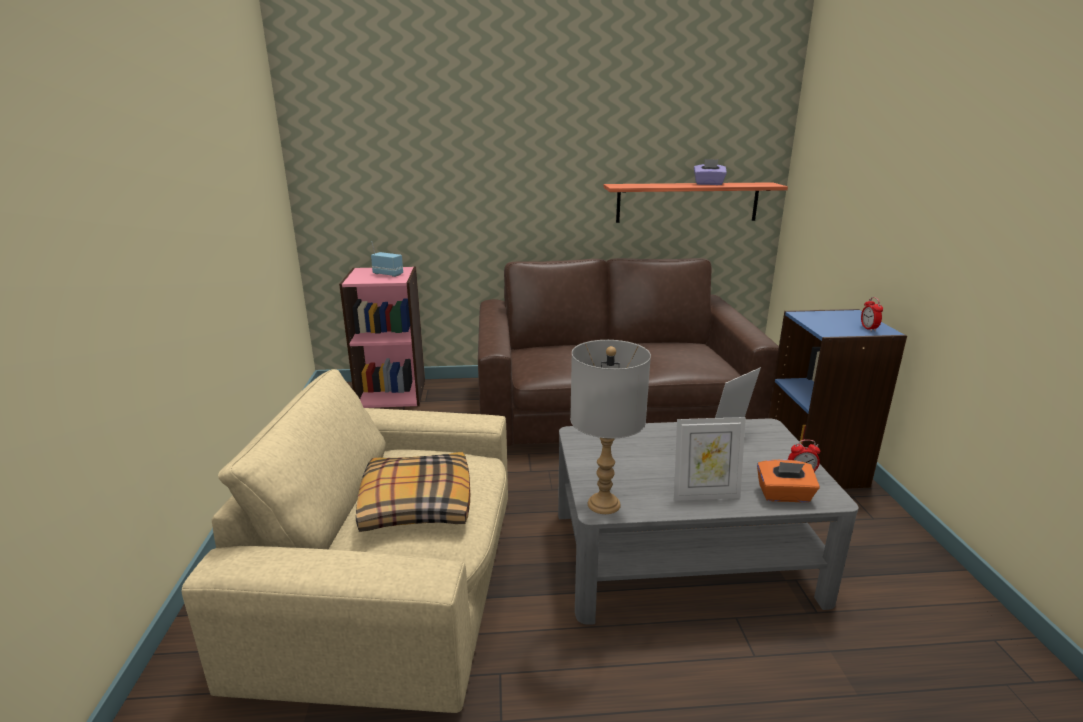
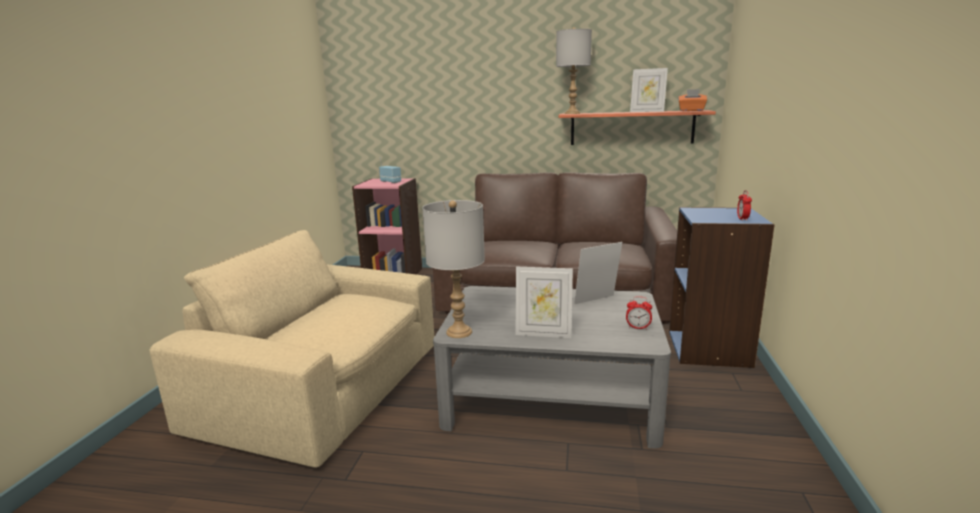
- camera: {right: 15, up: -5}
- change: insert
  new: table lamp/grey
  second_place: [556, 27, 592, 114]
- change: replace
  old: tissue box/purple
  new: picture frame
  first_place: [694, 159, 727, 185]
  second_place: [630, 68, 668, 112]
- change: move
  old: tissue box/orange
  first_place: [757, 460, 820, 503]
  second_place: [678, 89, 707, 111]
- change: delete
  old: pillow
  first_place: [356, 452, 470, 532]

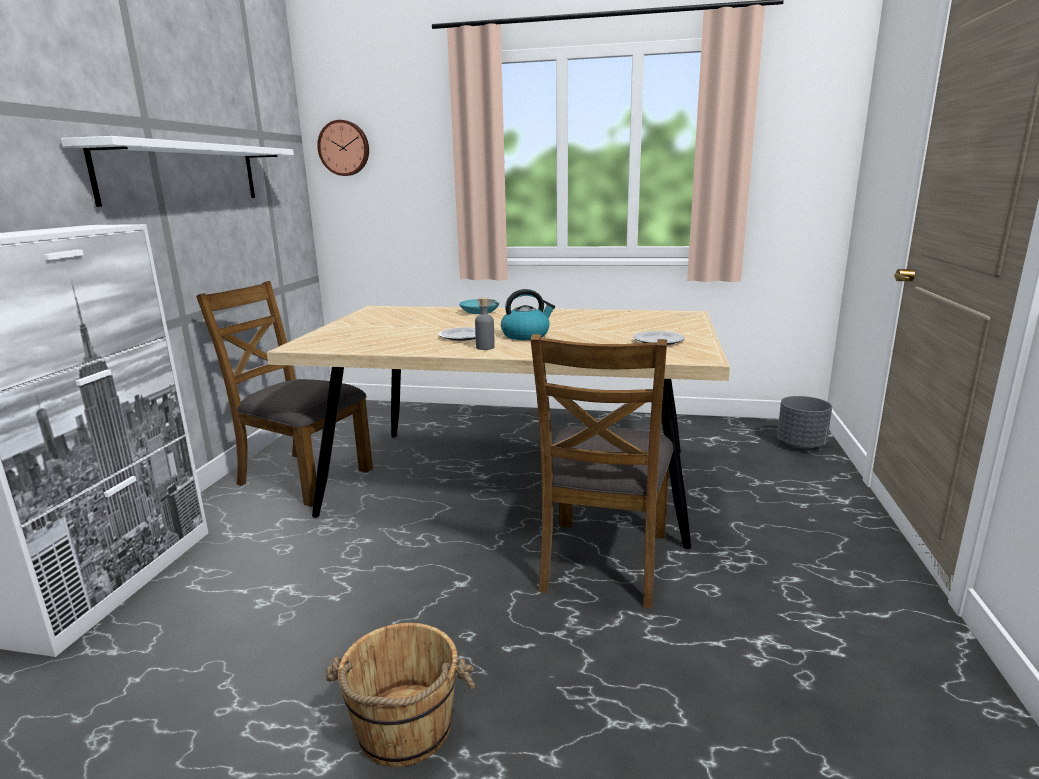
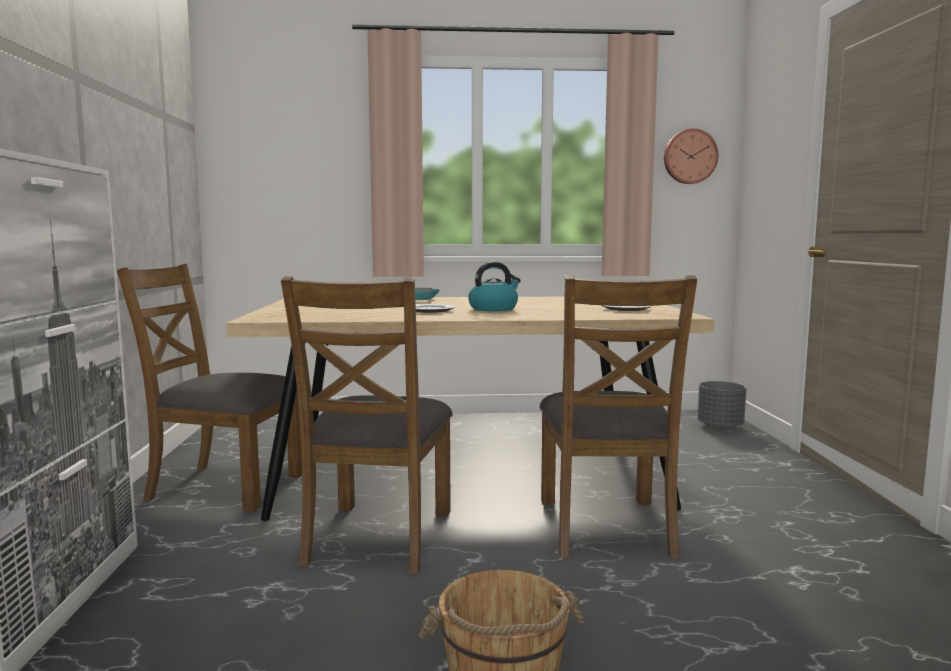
- camera: {right: -15, up: -10}
- change: insert
  new: chair/brown
  second_place: [281, 277, 453, 574]
- change: move
  old: wall clock
  first_place: [317, 120, 369, 176]
  second_place: [664, 129, 718, 184]
- change: delete
  old: shelf/white
  first_place: [61, 136, 294, 207]
- change: delete
  old: bottle/grey
  first_place: [475, 298, 495, 350]

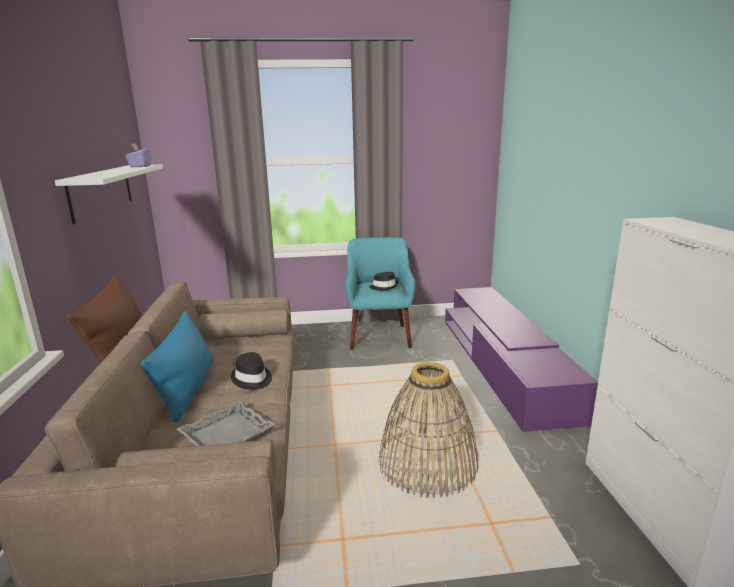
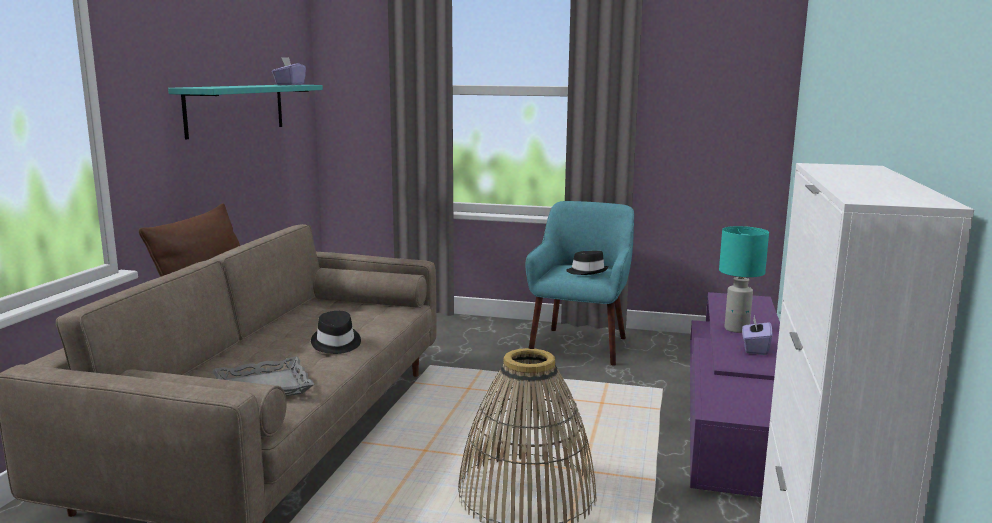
- camera: {right: 20, up: -5}
- change: recolor
  old: shelf/white
  new: shelf/turquoise
  first_place: [55, 164, 163, 224]
  second_place: [168, 85, 323, 139]
- change: insert
  new: table lamp/turquoise
  second_place: [719, 226, 769, 333]
- change: insert
  new: tissue box/purple
  second_place: [742, 315, 773, 355]
- change: delete
  old: pillow/blue
  first_place: [140, 311, 214, 423]

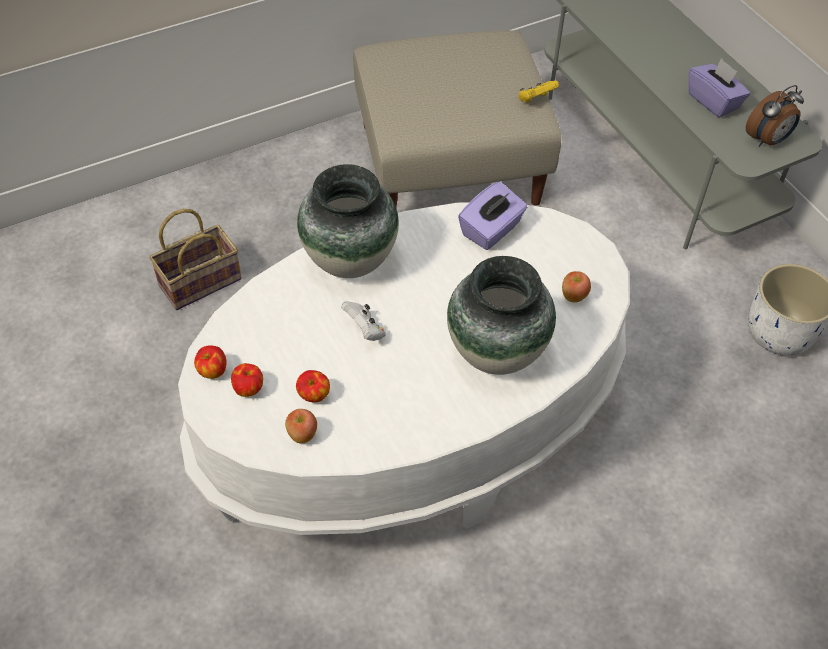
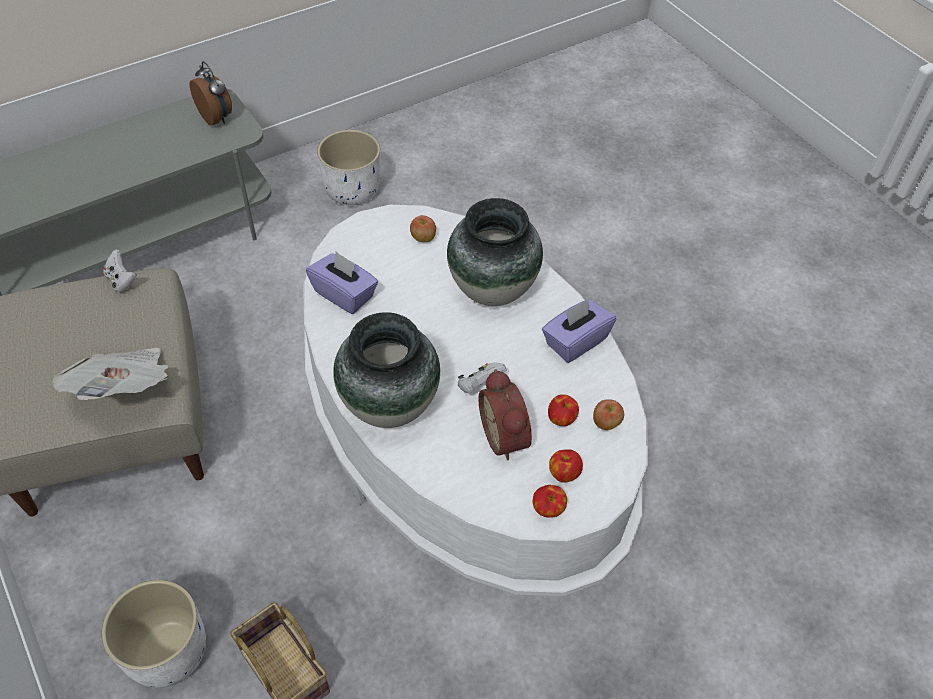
- camera: {right: -95, up: 0}
- change: insert
  new: newspaper
  second_place: [52, 347, 169, 400]
- change: insert
  new: planter/white
  second_place: [102, 580, 206, 688]
- change: recolor
  old: game controller/yellow
  new: game controller/white
  first_place: [518, 81, 559, 103]
  second_place: [103, 249, 137, 293]
- change: insert
  new: alarm clock
  second_place: [478, 369, 532, 460]
- change: move
  old: tissue box/purple
  first_place: [688, 58, 750, 118]
  second_place: [542, 299, 616, 363]

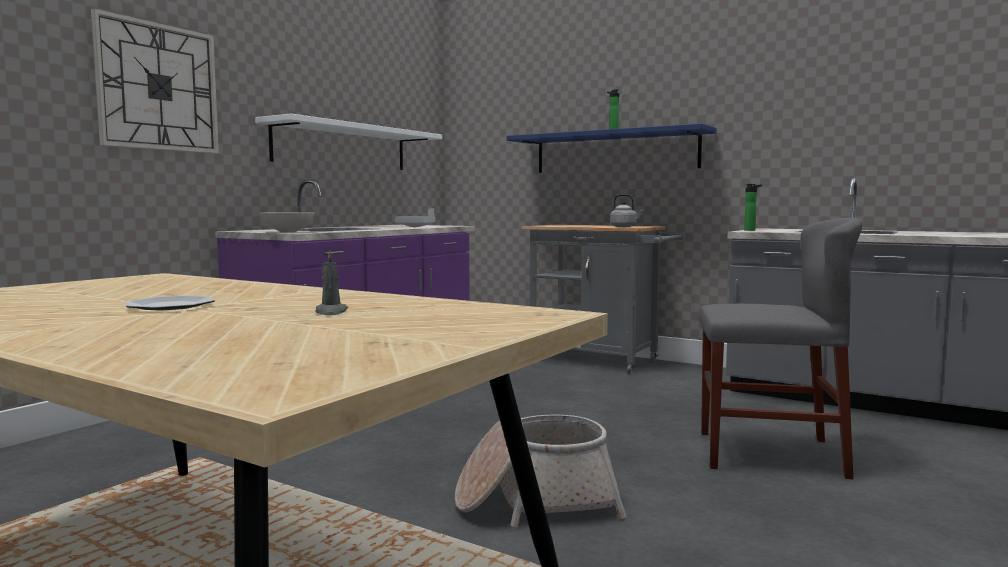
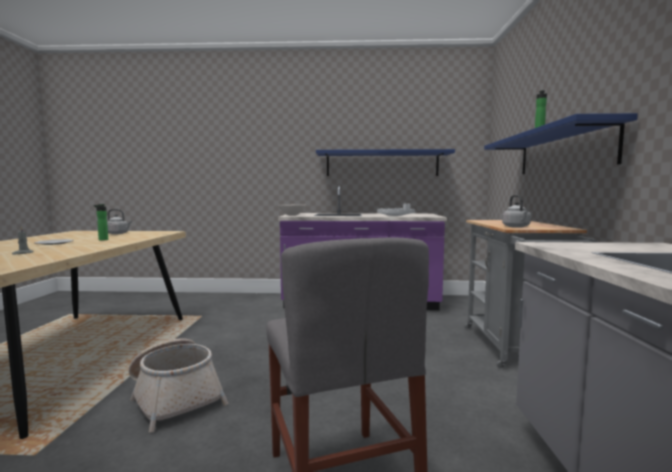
- camera: {right: 60, up: 0}
- change: move
  old: bottle
  first_place: [744, 184, 762, 231]
  second_place: [93, 204, 108, 241]
- change: insert
  new: kettle/grey
  second_place: [107, 209, 132, 234]
- change: recolor
  old: shelf/white
  new: shelf/blue
  first_place: [255, 114, 442, 170]
  second_place: [316, 149, 455, 176]
- change: delete
  old: wall clock
  first_place: [91, 8, 219, 153]

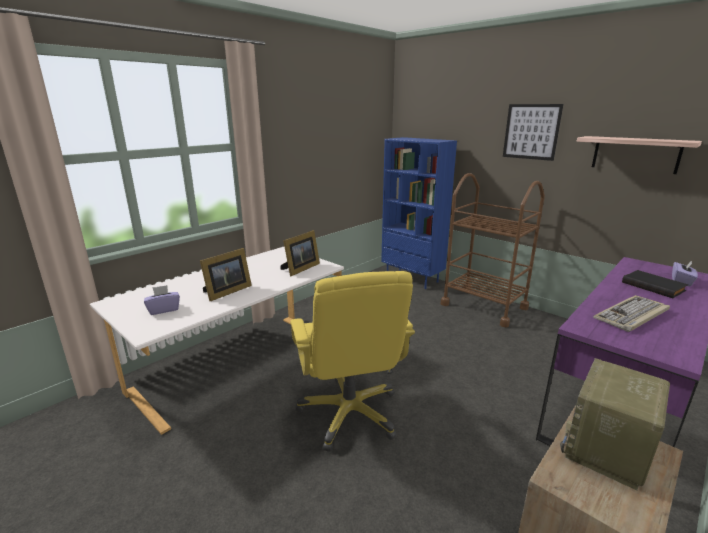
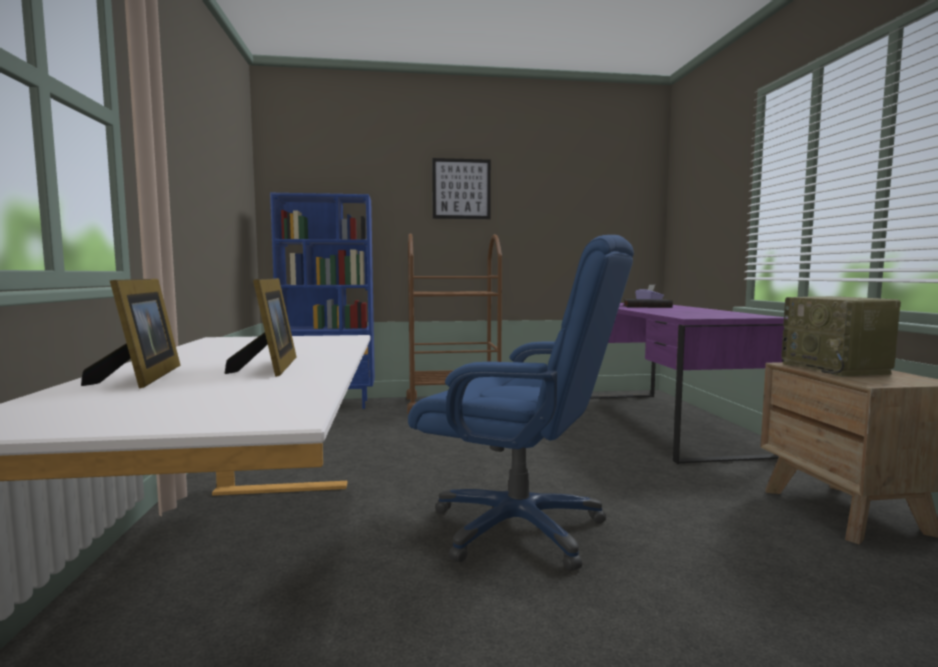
- camera: {right: -50, up: -15}
- change: move
  old: picture frame
  first_place: [281, 230, 320, 276]
  second_place: [81, 279, 180, 389]
- change: recolor
  old: office chair/yellow
  new: office chair/blue
  first_place: [290, 271, 415, 452]
  second_place: [408, 235, 634, 571]
- change: delete
  old: tissue box/purple
  first_place: [144, 285, 180, 315]
- change: delete
  old: shelf
  first_place: [577, 136, 702, 174]
- change: delete
  old: keyboard
  first_place: [593, 295, 670, 332]

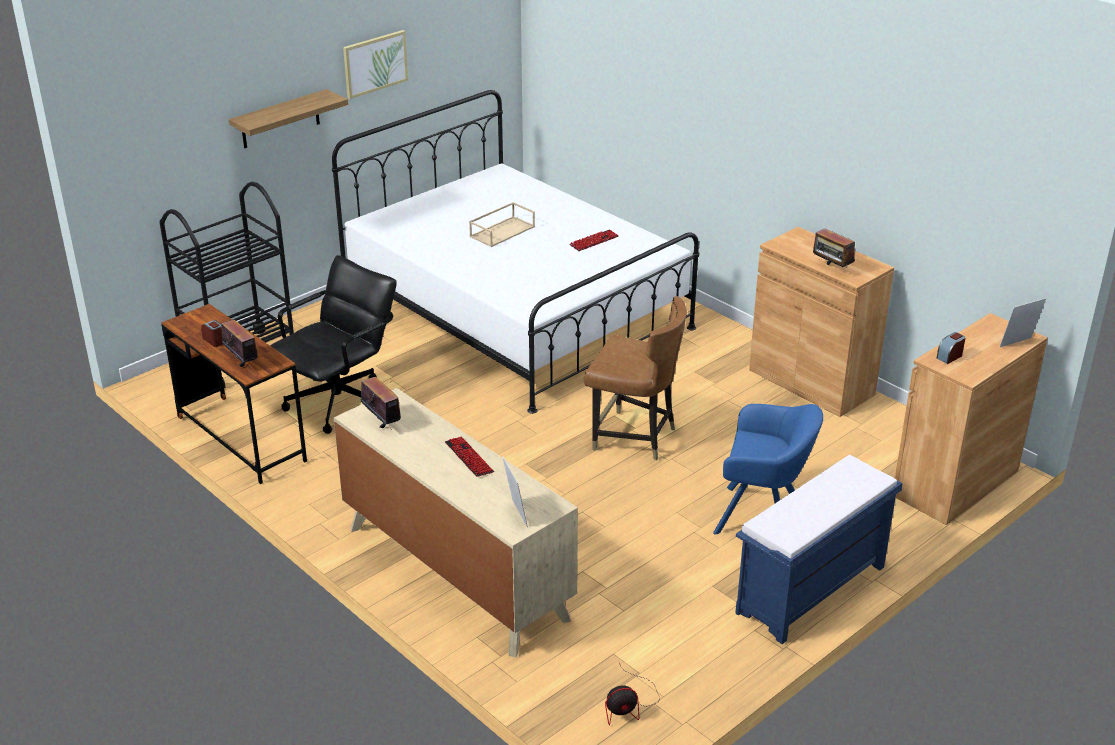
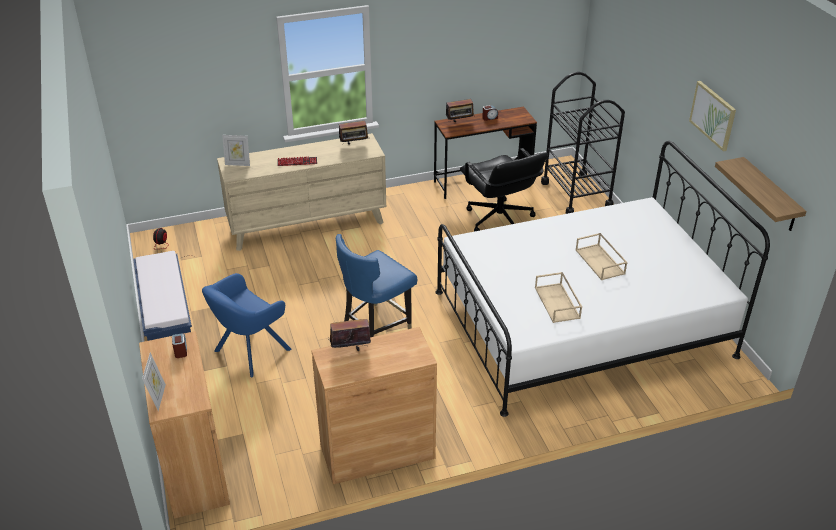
- camera: {right: 115, up: 5}
- change: recolor
  old: chair/brown
  new: chair/blue
  first_place: [584, 296, 687, 460]
  second_place: [336, 234, 417, 337]
- change: replace
  old: keyboard
  new: tray/beige
  first_place: [570, 230, 618, 251]
  second_place: [535, 272, 582, 323]
- change: move
  old: shelf
  first_place: [229, 89, 348, 148]
  second_place: [715, 157, 807, 231]

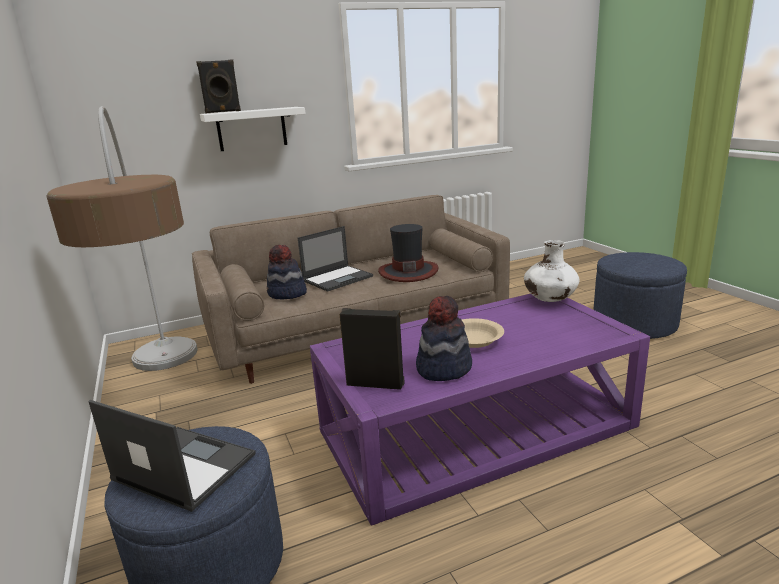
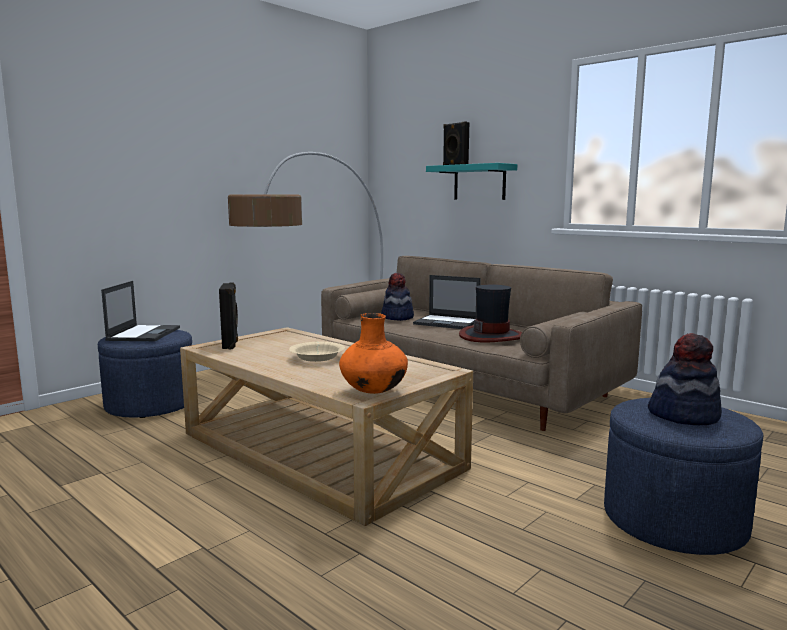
- camera: {right: 65, up: -10}
- change: recolor
  old: coffee table/purple
  new: coffee table/beige
  first_place: [310, 294, 650, 526]
  second_place: [180, 327, 473, 526]
- change: insert
  new: vase/orange
  second_place: [339, 313, 408, 394]
- change: recolor
  old: shelf/white
  new: shelf/turquoise
  first_place: [200, 107, 306, 151]
  second_place: [426, 163, 517, 200]
- change: move
  old: hat
  first_place: [416, 296, 472, 381]
  second_place: [648, 333, 722, 425]
- change: delete
  old: vase/white
  first_place: [524, 240, 580, 302]

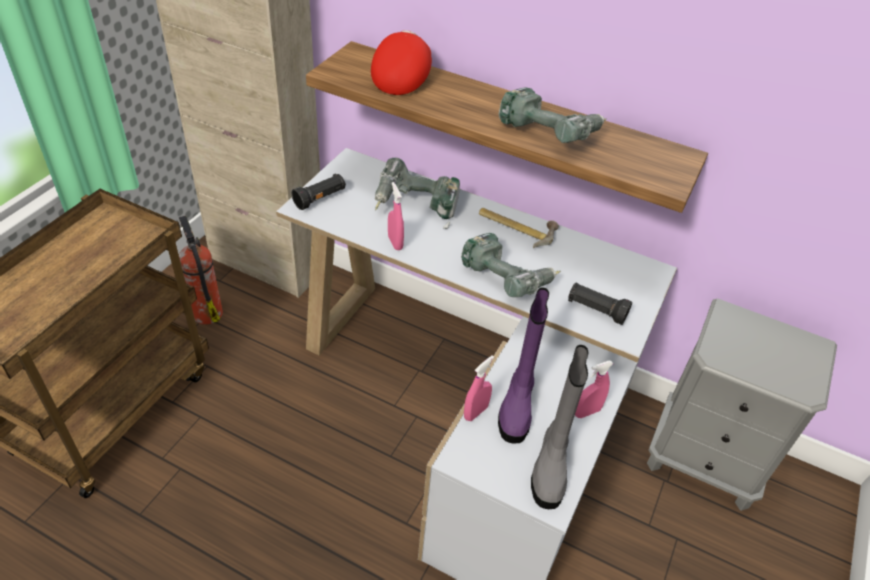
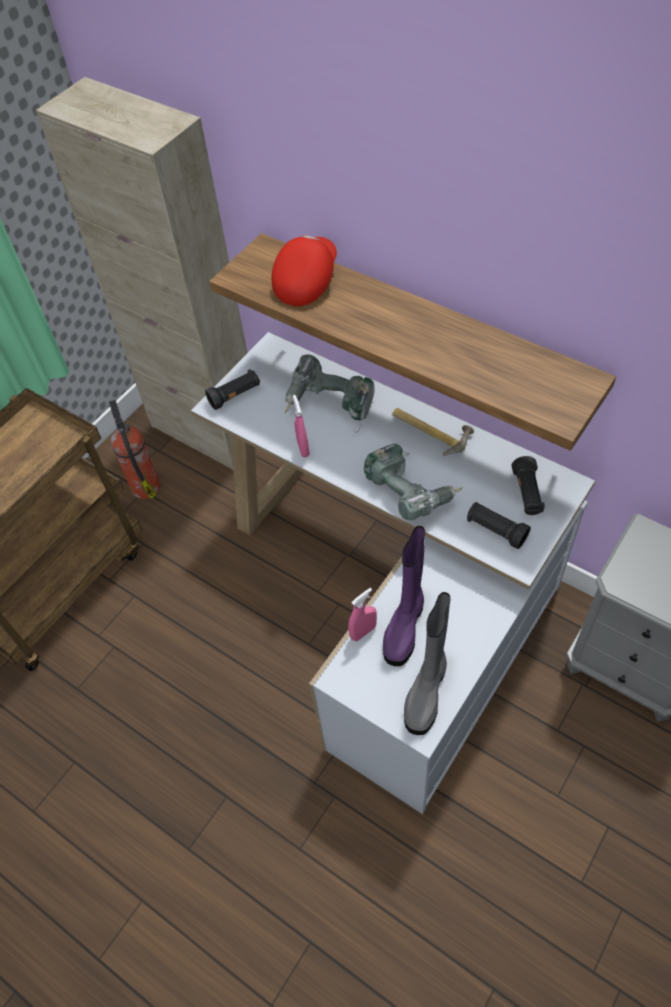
- camera: {right: 15, up: 10}
- change: insert
  new: flashlight/black
  second_place: [512, 456, 545, 515]
- change: delete
  old: power drill
  first_place: [499, 87, 607, 143]
- change: delete
  old: spray bottle/pink
  first_place: [575, 361, 613, 418]

